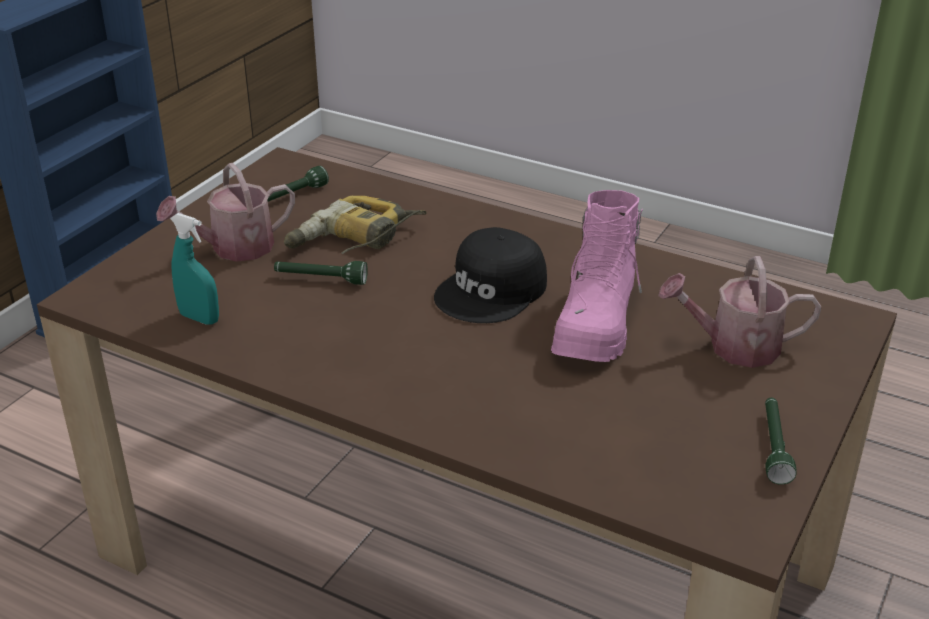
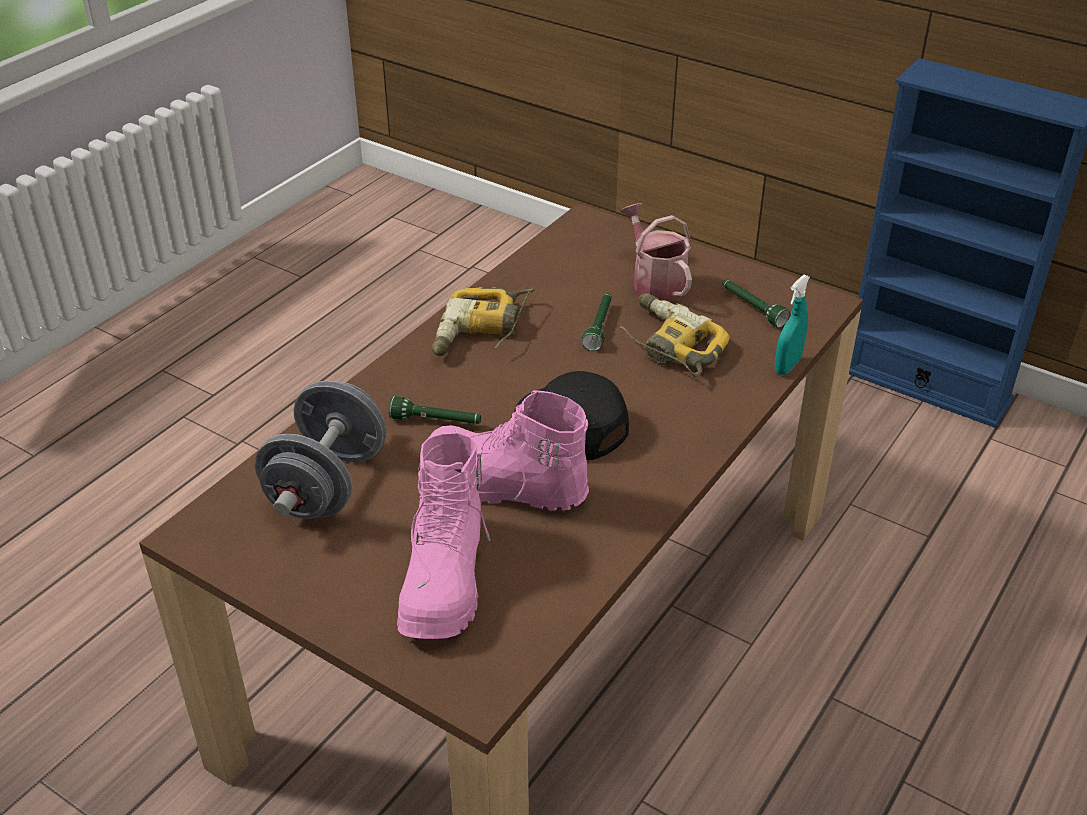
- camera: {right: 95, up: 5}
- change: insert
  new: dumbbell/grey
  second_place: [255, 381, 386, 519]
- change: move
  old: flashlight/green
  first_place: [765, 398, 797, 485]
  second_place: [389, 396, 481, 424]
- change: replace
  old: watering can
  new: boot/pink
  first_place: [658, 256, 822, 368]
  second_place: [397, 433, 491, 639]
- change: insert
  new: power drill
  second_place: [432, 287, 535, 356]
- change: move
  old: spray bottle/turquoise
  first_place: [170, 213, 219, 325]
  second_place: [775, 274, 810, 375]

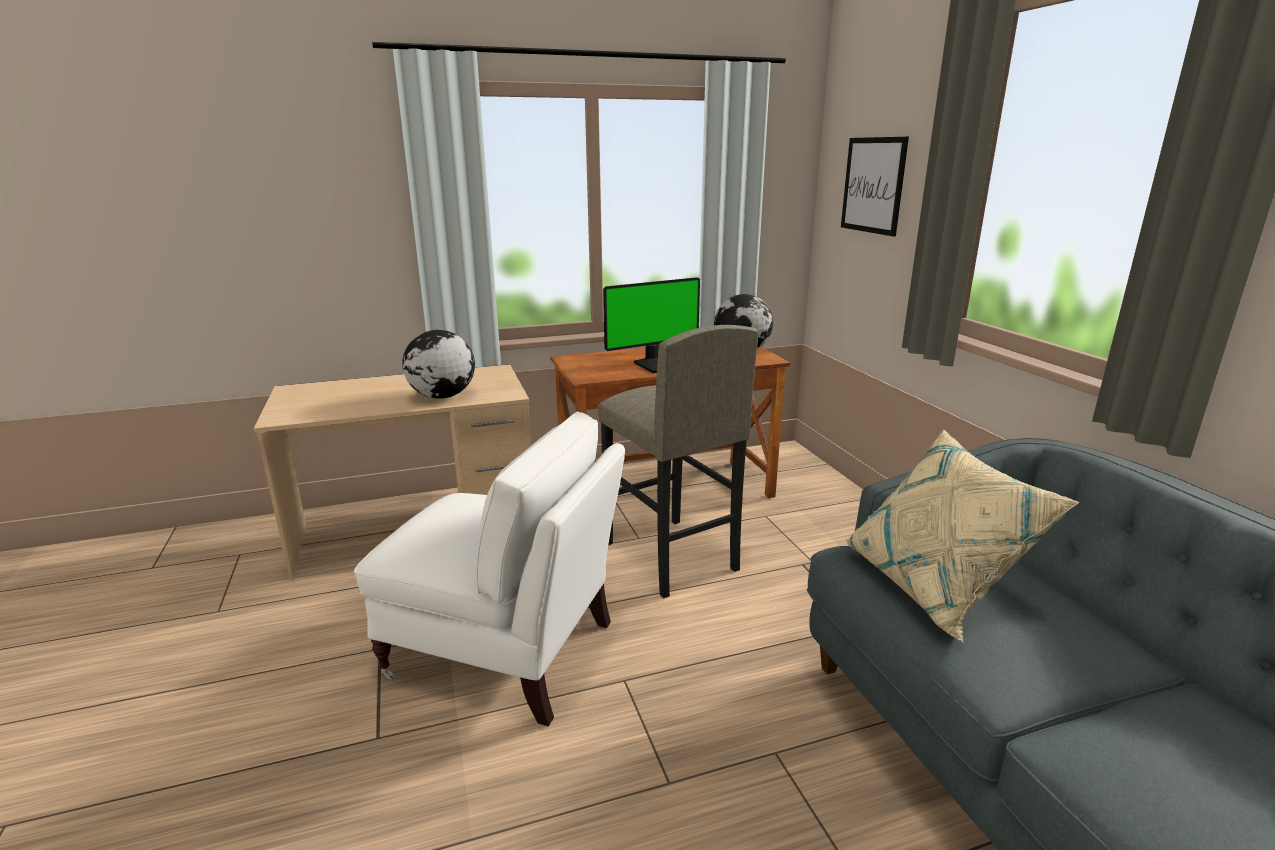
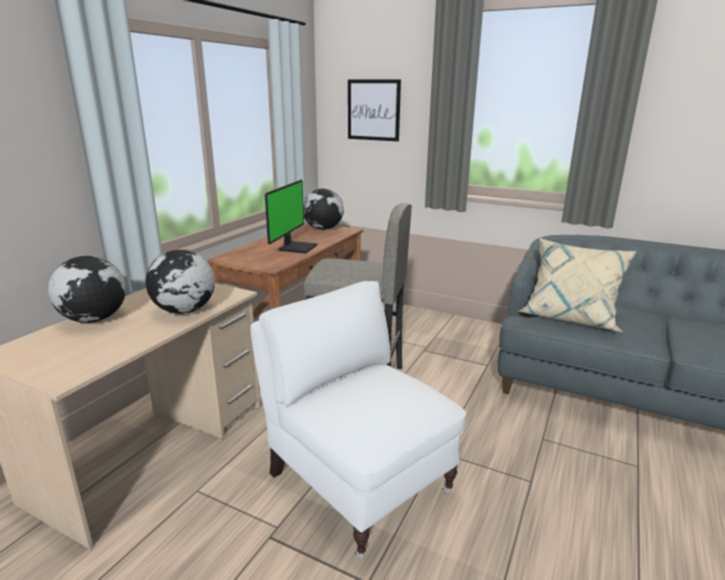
- camera: {right: -45, up: 0}
- change: insert
  new: globe
  second_place: [48, 256, 126, 323]
- change: rotate
  old: armchair/white
  first_place: [354, 411, 625, 726]
  second_place: [250, 281, 466, 559]
  degrees: -105

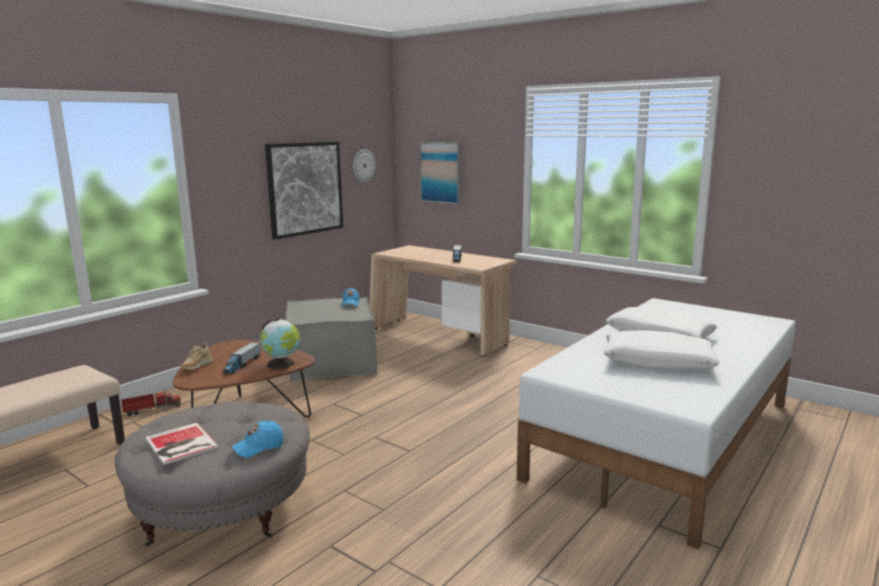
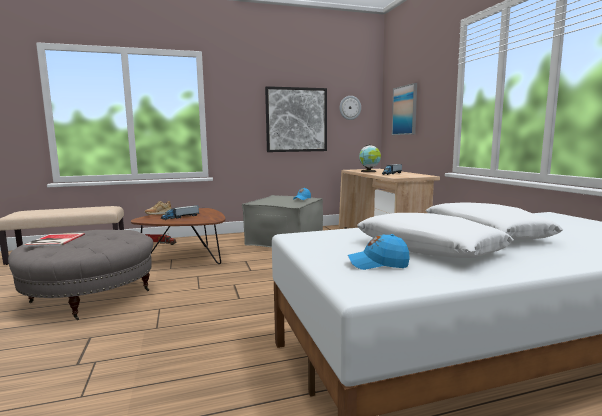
- camera: {right: 35, up: -5}
- change: move
  old: cap/blue
  first_place: [231, 421, 284, 457]
  second_place: [348, 234, 410, 270]
- change: move
  old: globe
  first_place: [260, 318, 300, 369]
  second_place: [359, 144, 381, 172]

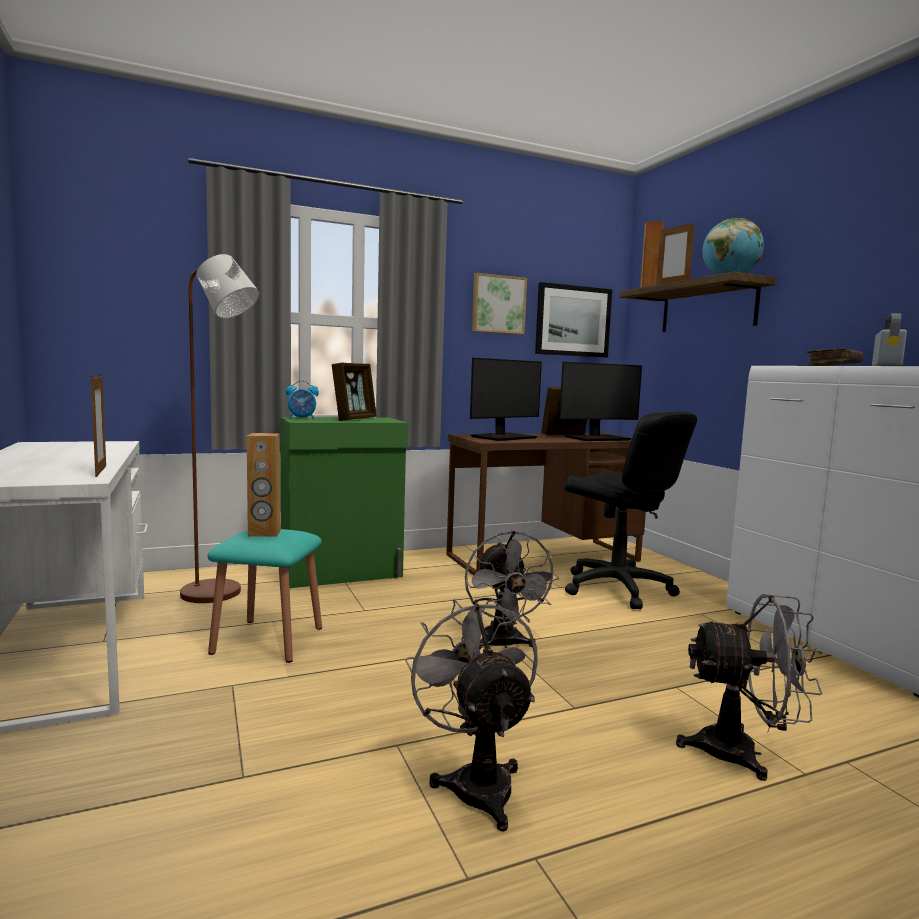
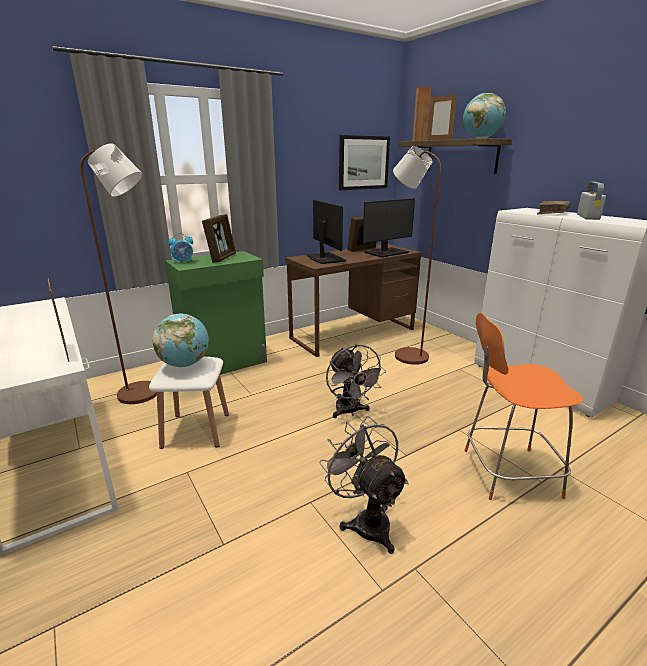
- camera: {right: -10, up: 15}
- change: recolor
  old: stool/turquoise
  new: stool/white
  first_place: [207, 529, 322, 663]
  second_place: [149, 357, 229, 449]
- change: replace
  old: speaker/brown
  new: globe
  first_place: [247, 433, 281, 537]
  second_place: [152, 314, 209, 367]
- change: rotate
  old: monitor
  first_place: [470, 358, 542, 441]
  second_place: [306, 200, 346, 264]
  degrees: -60
- change: replace
  old: office chair/black
  new: floor lamp/brown
  first_place: [565, 411, 697, 609]
  second_place: [393, 146, 441, 365]
- change: replace
  old: fan/grey
  new: chair/orange
  first_place: [676, 594, 823, 781]
  second_place: [464, 313, 583, 500]
- change: delete
  old: picture
  first_place: [472, 273, 527, 334]

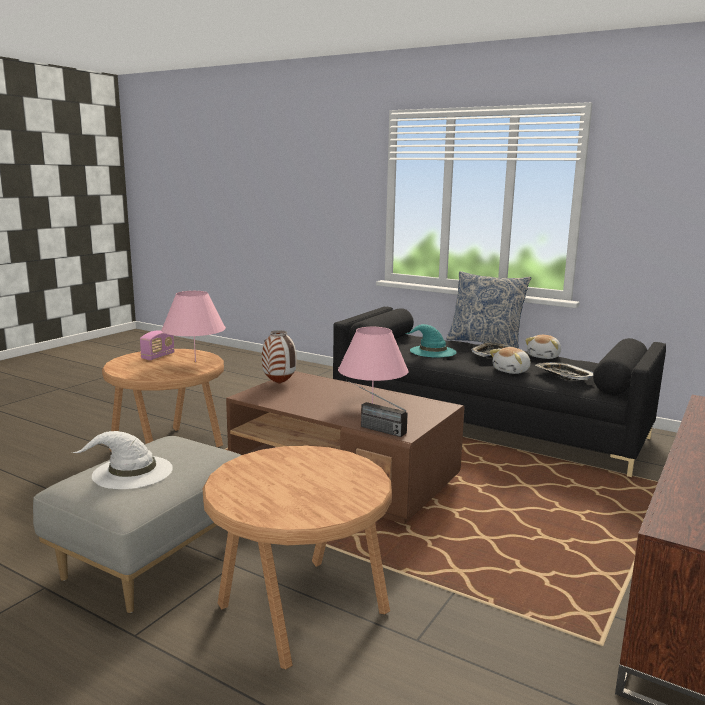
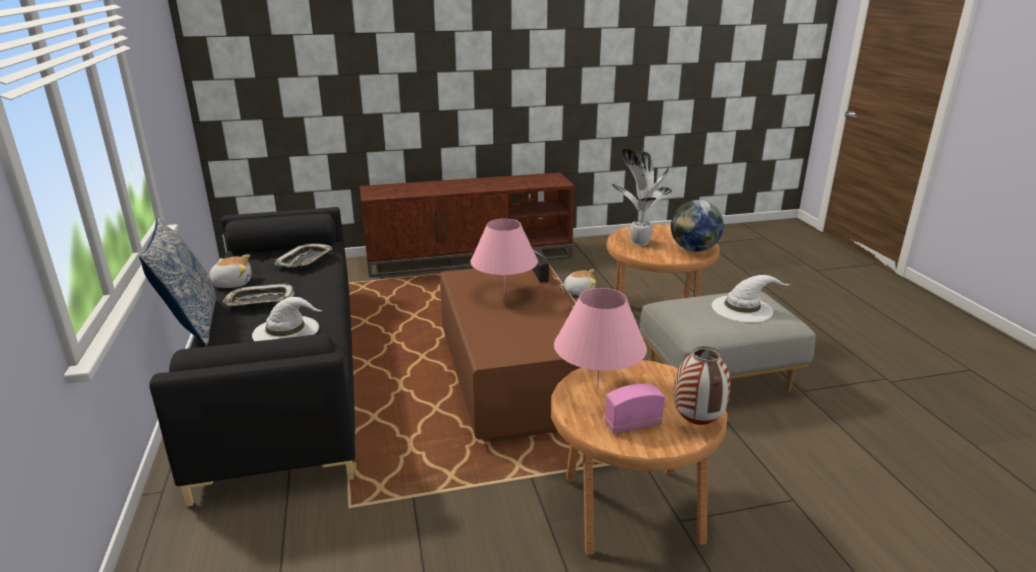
- camera: {right: -135, up: 10}
- change: recolor
  old: hat/turquoise
  new: hat/white
  first_place: [406, 324, 457, 357]
  second_place: [252, 297, 322, 341]
- change: move
  old: plush toy
  first_place: [489, 347, 531, 374]
  second_place: [560, 269, 596, 296]
- change: insert
  new: potted plant
  second_place: [612, 149, 672, 246]
- change: insert
  new: globe
  second_place: [671, 200, 724, 252]
- change: move
  old: vase
  first_place: [262, 330, 296, 384]
  second_place: [673, 346, 730, 425]

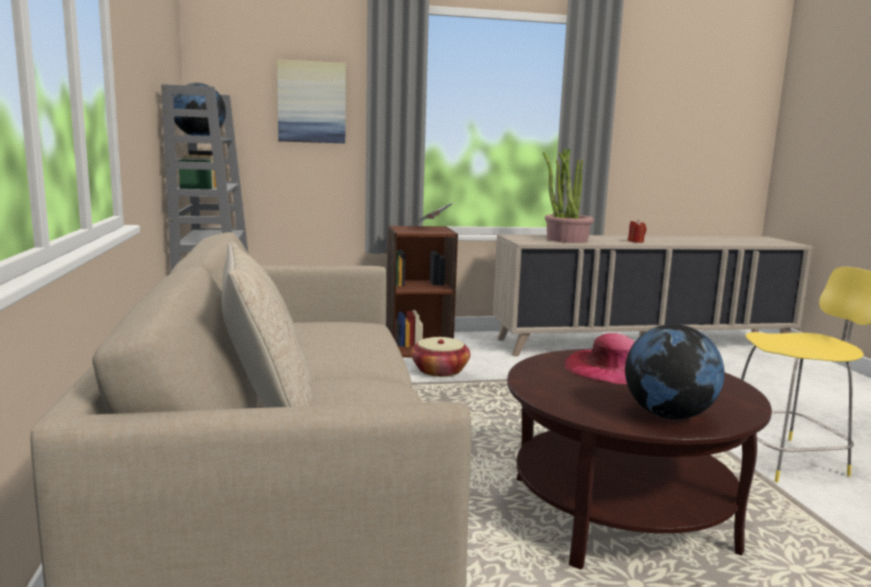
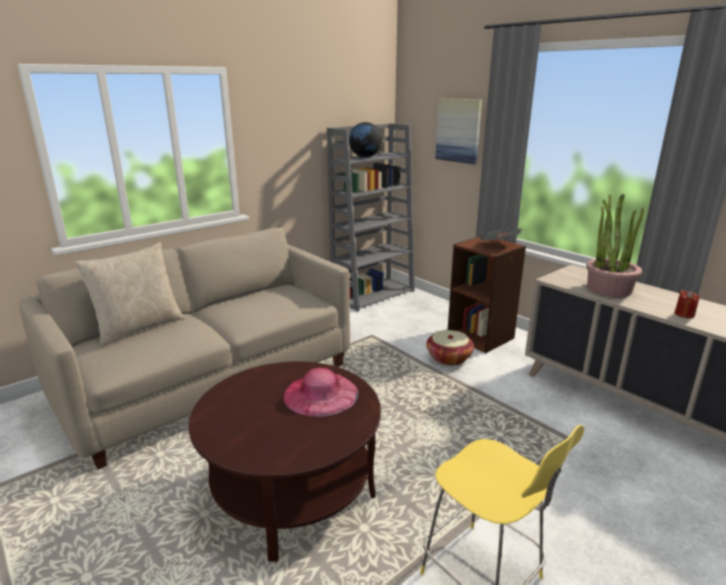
- camera: {right: 60, up: 10}
- change: delete
  old: globe
  first_place: [625, 324, 725, 419]

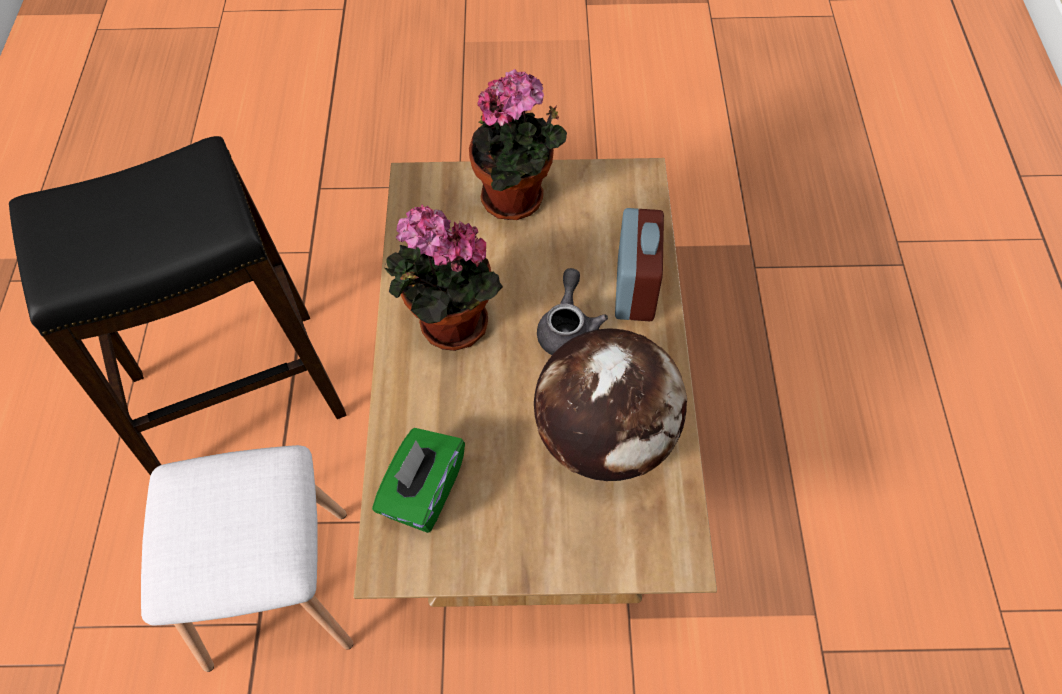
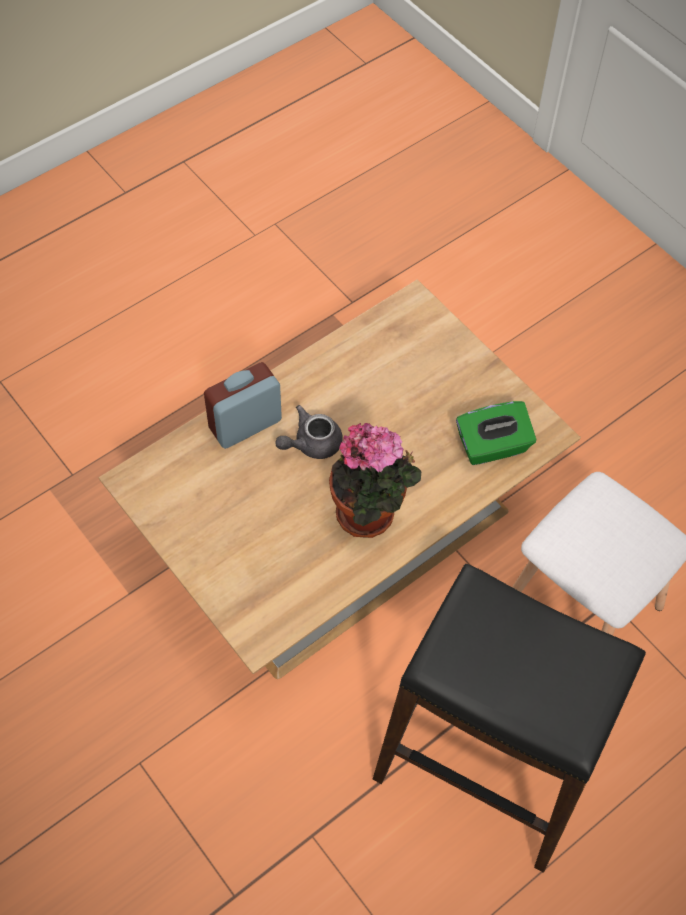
- camera: {right: -130, up: 0}
- change: delete
  old: potted plant
  first_place: [469, 69, 567, 220]
- change: delete
  old: globe
  first_place: [534, 329, 687, 481]

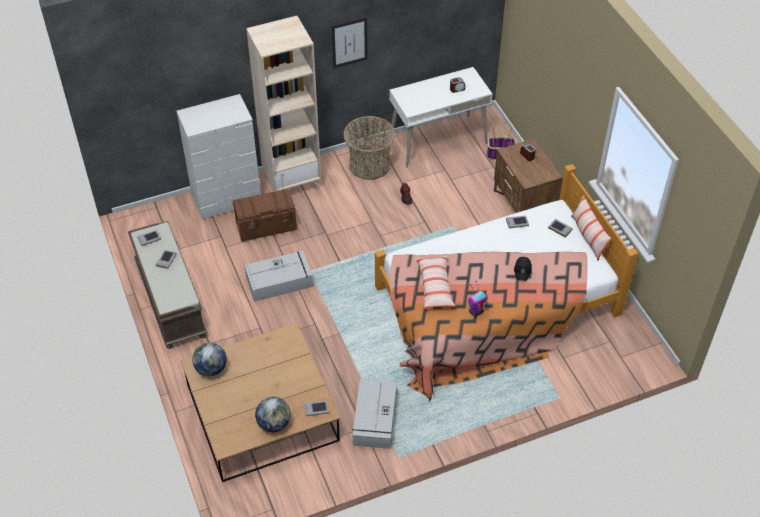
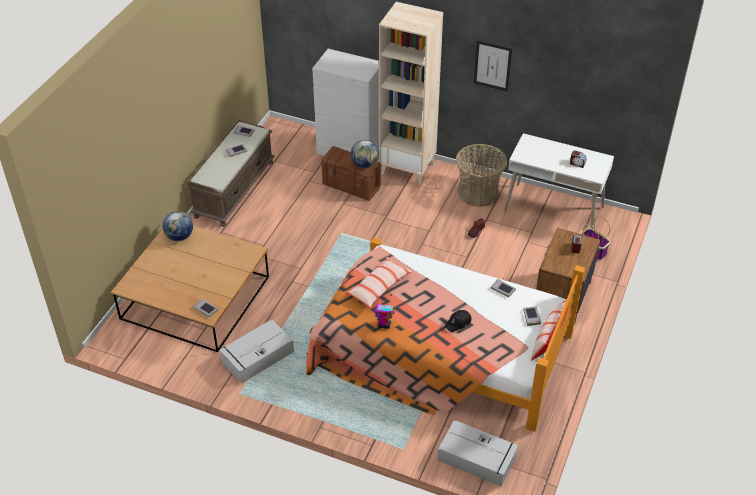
- camera: {right: 45, up: -5}
- change: move
  old: globe
  first_place: [255, 397, 291, 432]
  second_place: [351, 140, 378, 168]
- change: move
  old: storage box/grey
  first_place: [245, 251, 313, 302]
  second_place: [437, 421, 518, 487]

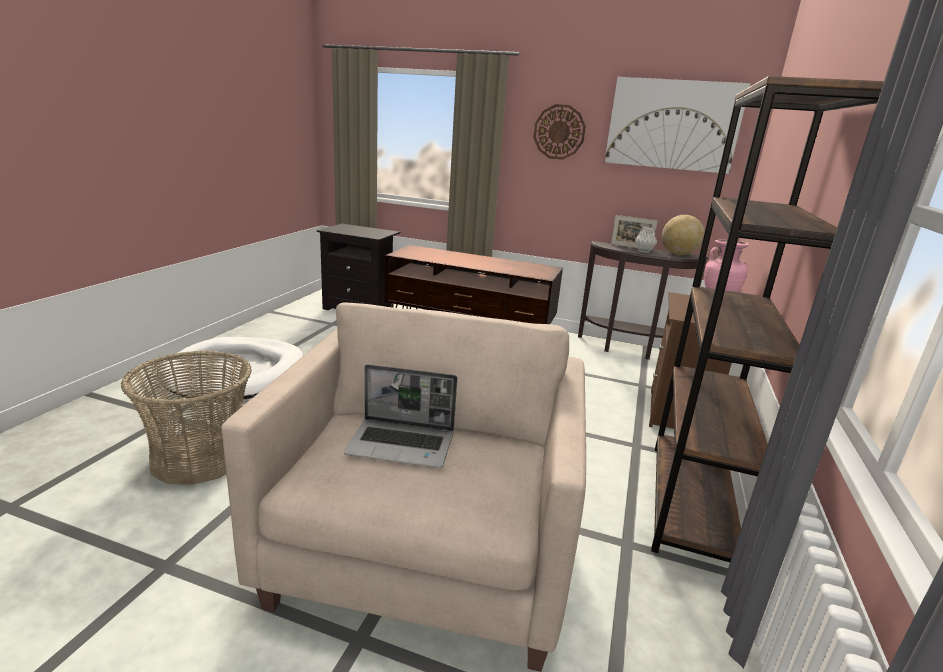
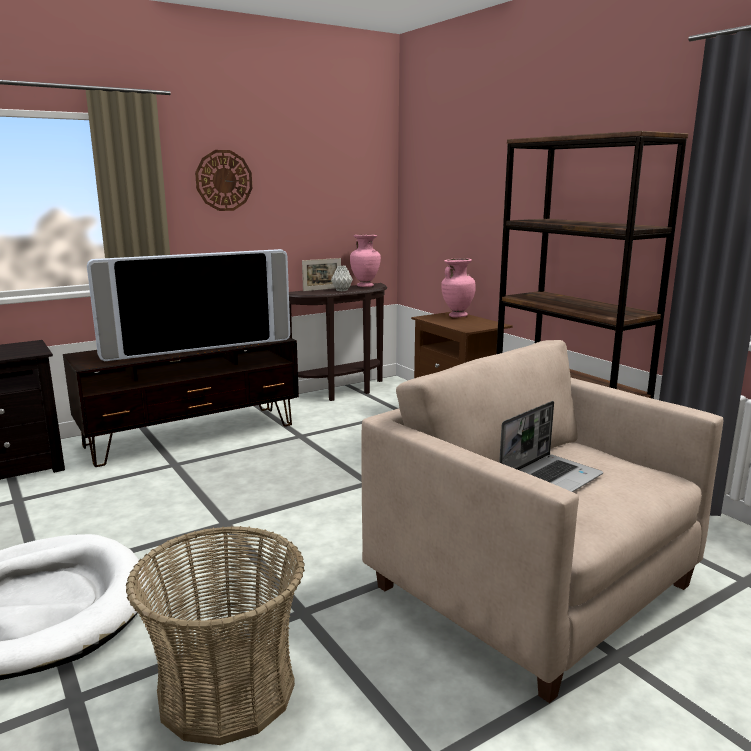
- camera: {right: -50, up: -5}
- change: insert
  new: television
  second_place: [87, 249, 290, 361]
- change: replace
  old: globe
  new: vase/pink
  first_place: [662, 215, 705, 255]
  second_place: [350, 235, 381, 287]
- change: delete
  old: picture
  first_place: [604, 77, 750, 174]

